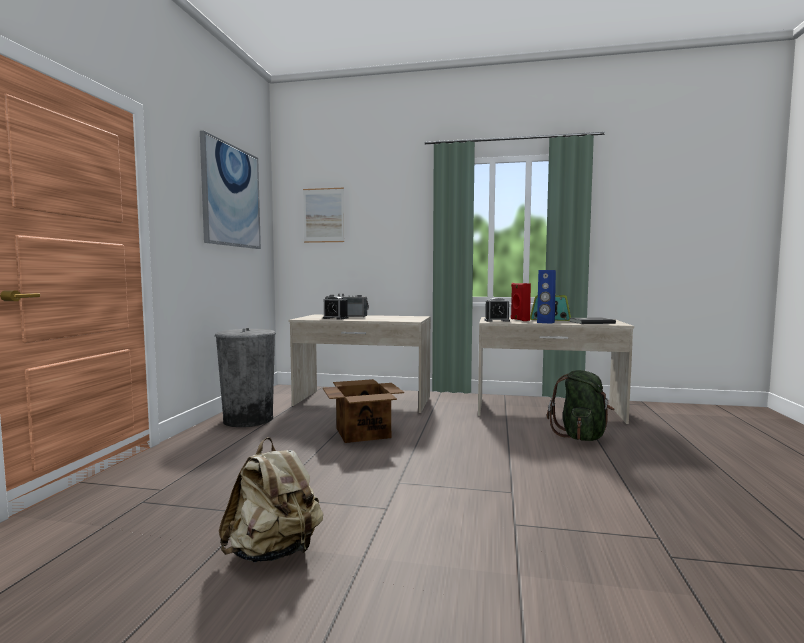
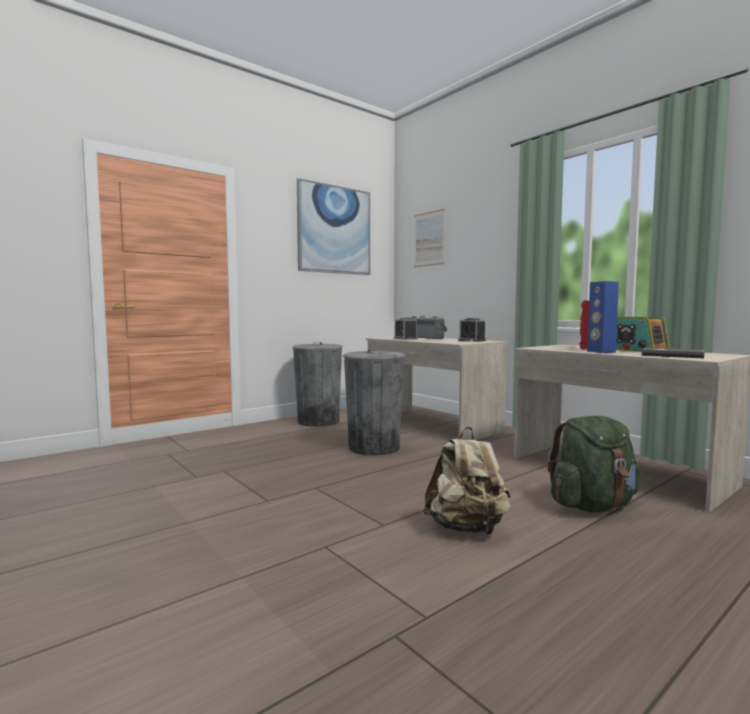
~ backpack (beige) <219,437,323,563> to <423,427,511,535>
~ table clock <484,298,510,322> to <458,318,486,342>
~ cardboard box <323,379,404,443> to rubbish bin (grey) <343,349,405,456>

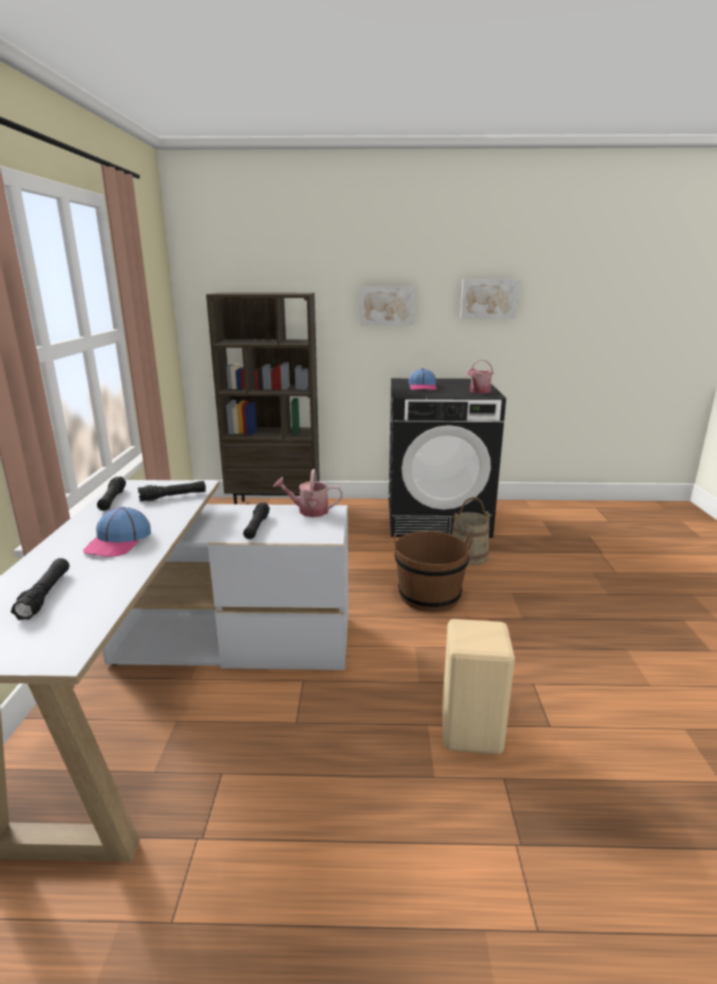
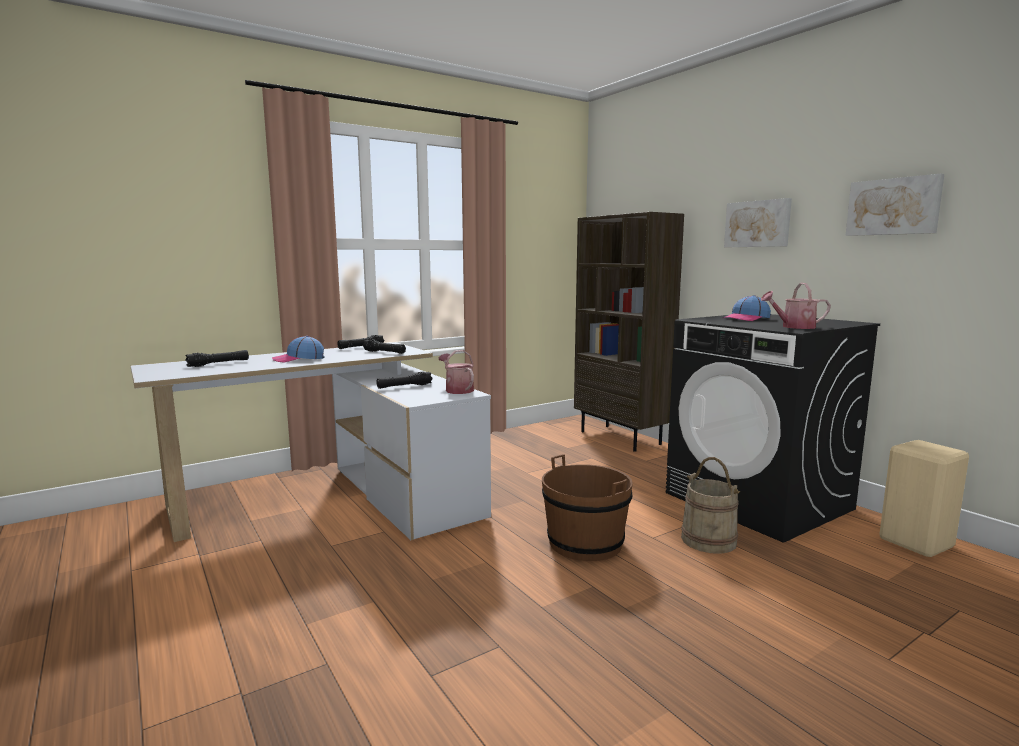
~ sitting stool (beige) <442,619,515,754> to <879,440,969,557>

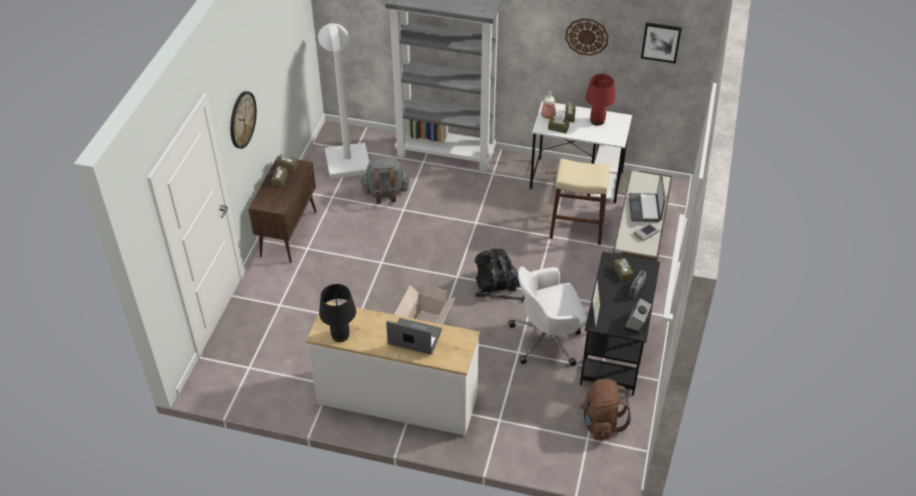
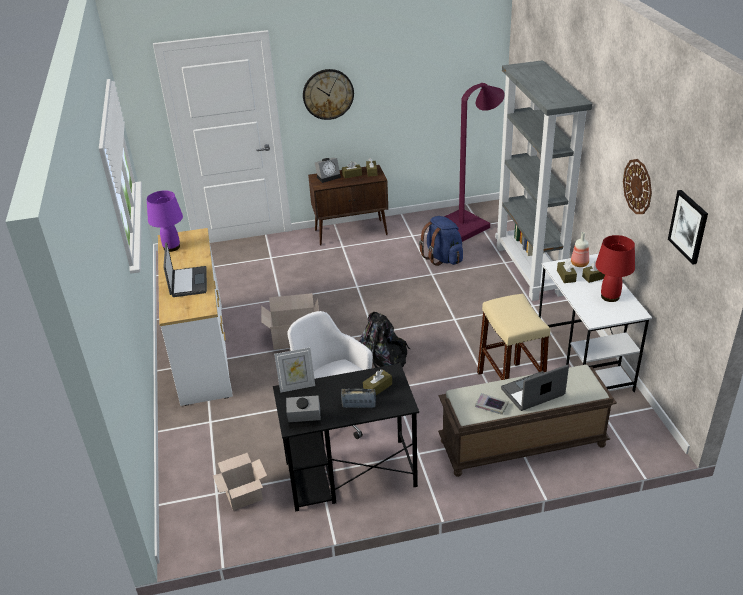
+ table clock <315,158,341,183>
~ backpack (brown-coloured) <580,379,631,440> to cardboard box <213,453,267,511>
~ floor lamp (white-coloured) <318,23,370,179> to floor lamp (purple-coloured) <444,83,505,242>
~ table lamp (black-coloured) <319,284,356,342> to table lamp (purple-coloured) <147,190,183,252>
~ backpack (grey) <360,157,409,204> to backpack (blue) <419,216,463,266>

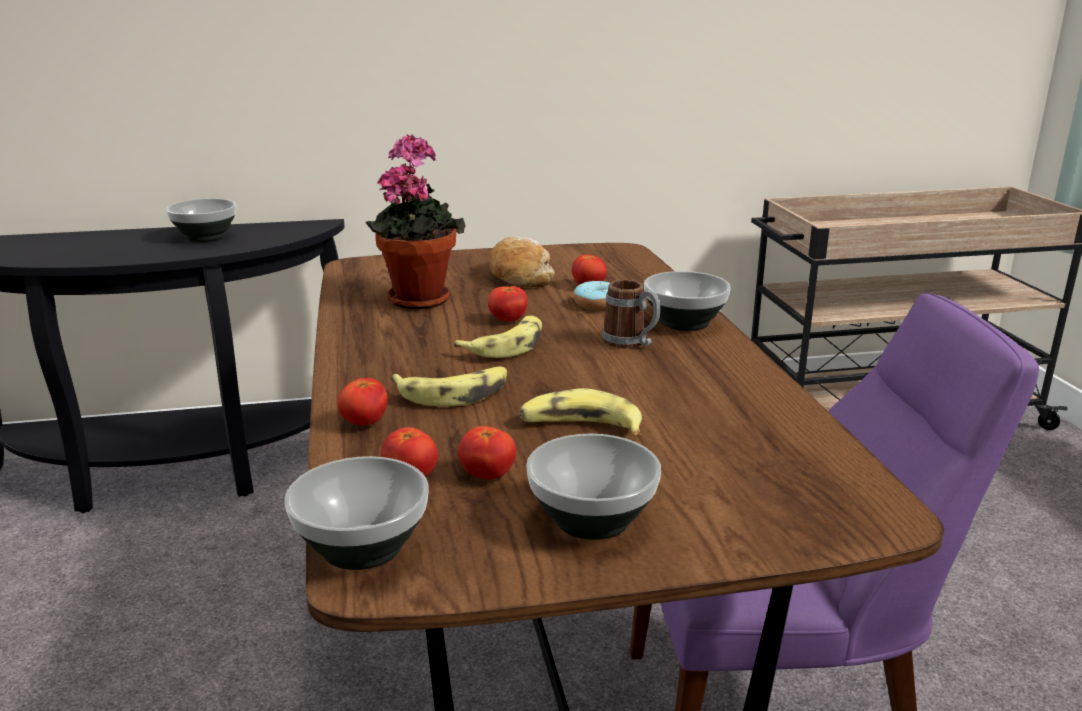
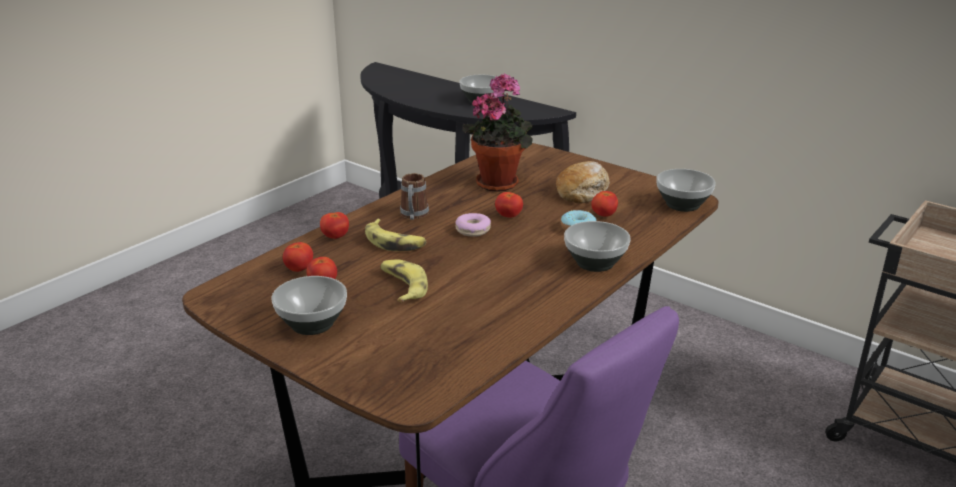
~ serving bowl <285,456,429,570> to <656,169,716,212>
~ coffee mug <602,280,661,349> to <400,173,429,220>
~ banana <454,316,542,358> to ring doughnut <455,213,491,237>

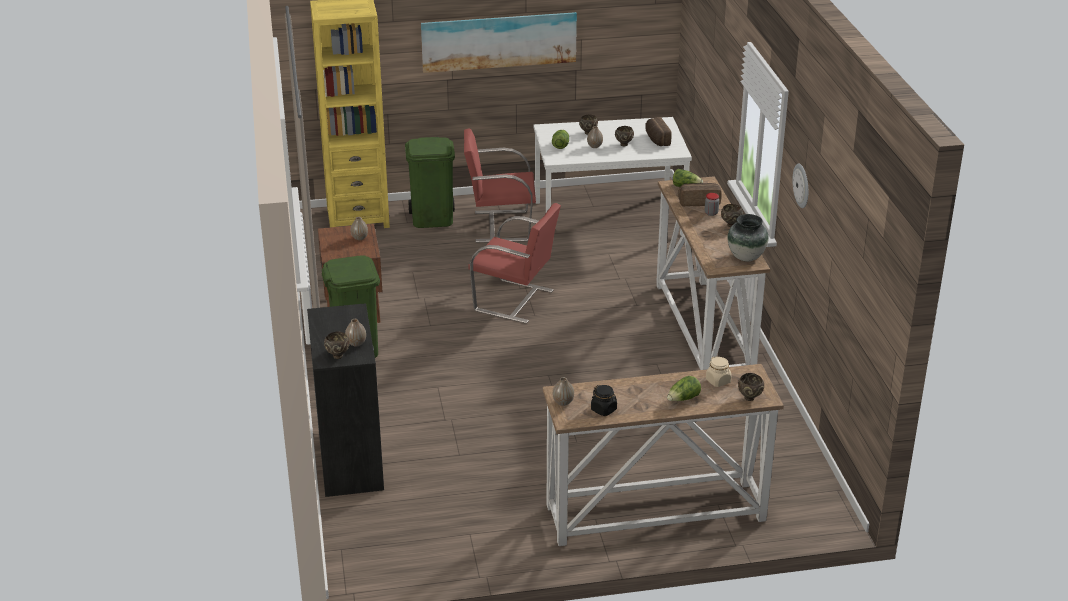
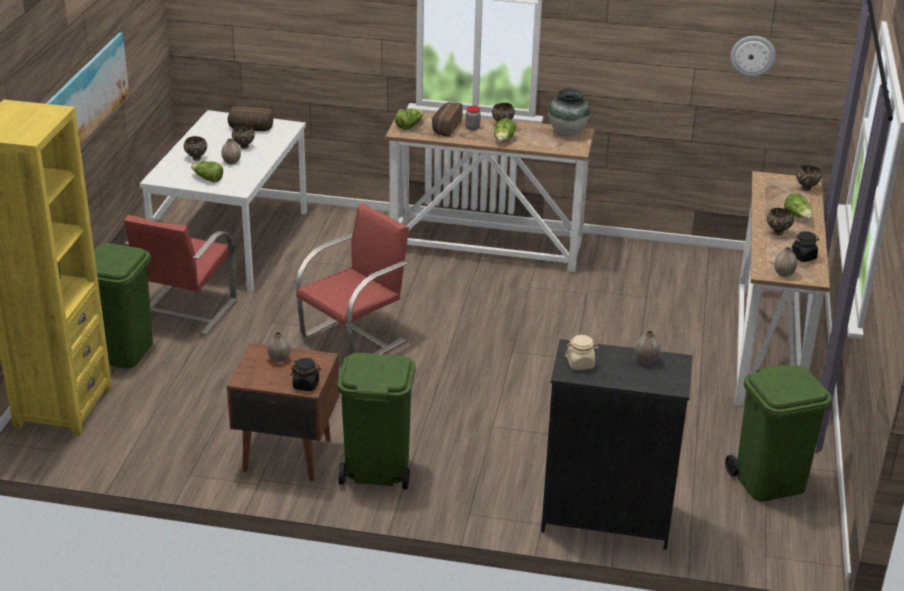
+ jar (black-coloured) <291,358,321,391>
+ head of lettuce <494,118,516,142>
+ rubbish bin (green) <725,364,832,502>
~ serving bowl (brown-coloured) <324,332,350,359> to <767,208,794,235>
~ jar (beige) <706,356,731,387> to <565,335,599,370>
~ hanging clock <792,164,808,208> to <730,36,776,77>

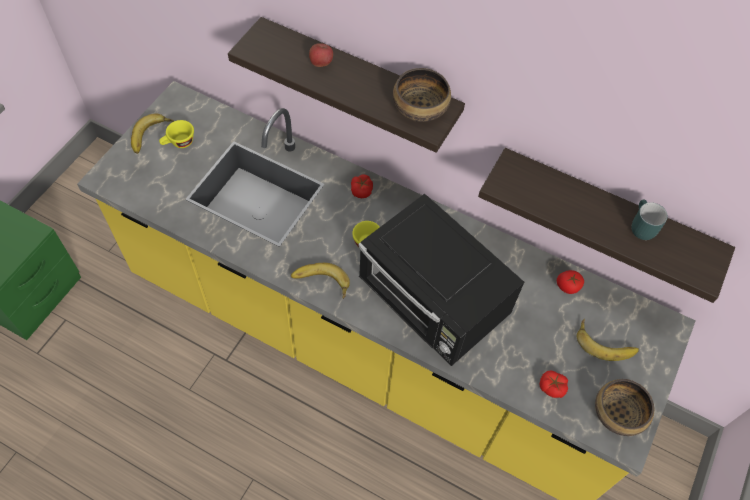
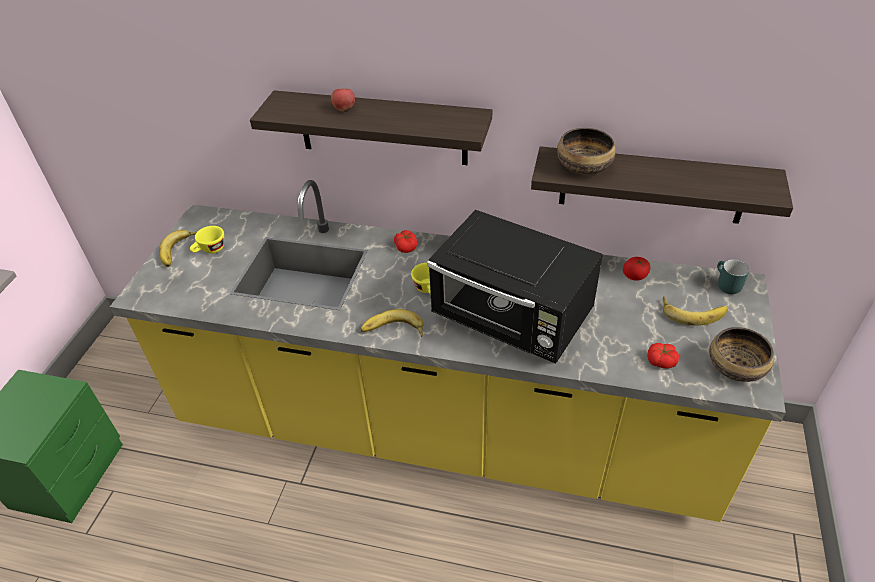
~ serving bowl <393,68,451,122> to <557,128,616,175>
~ coffee mug (turquoise) <632,200,668,240> to <717,259,750,294>

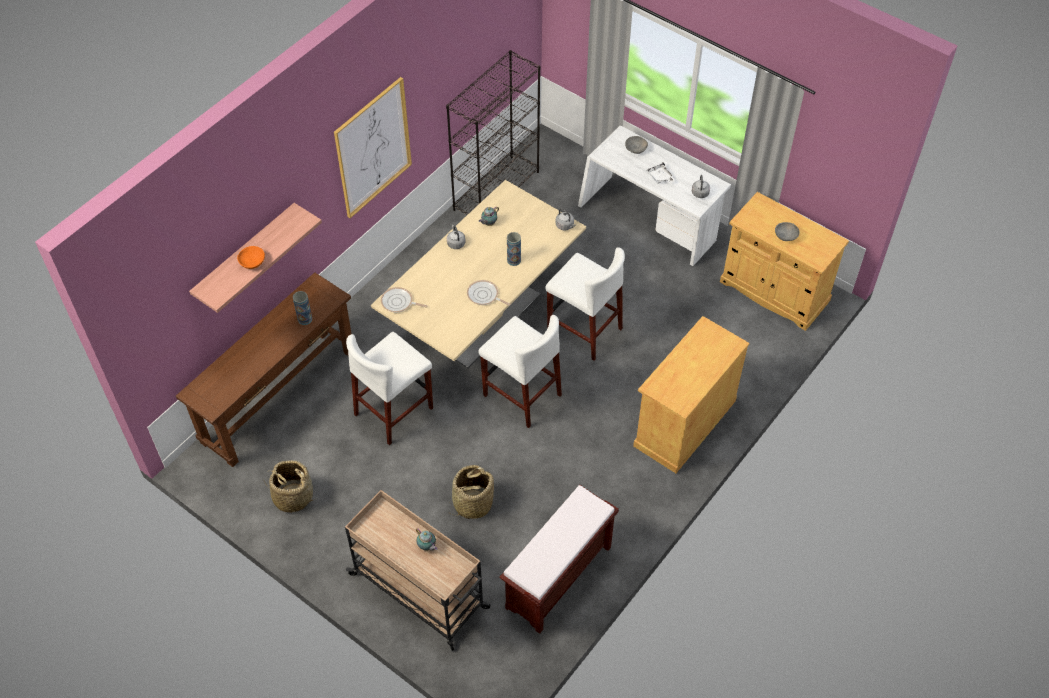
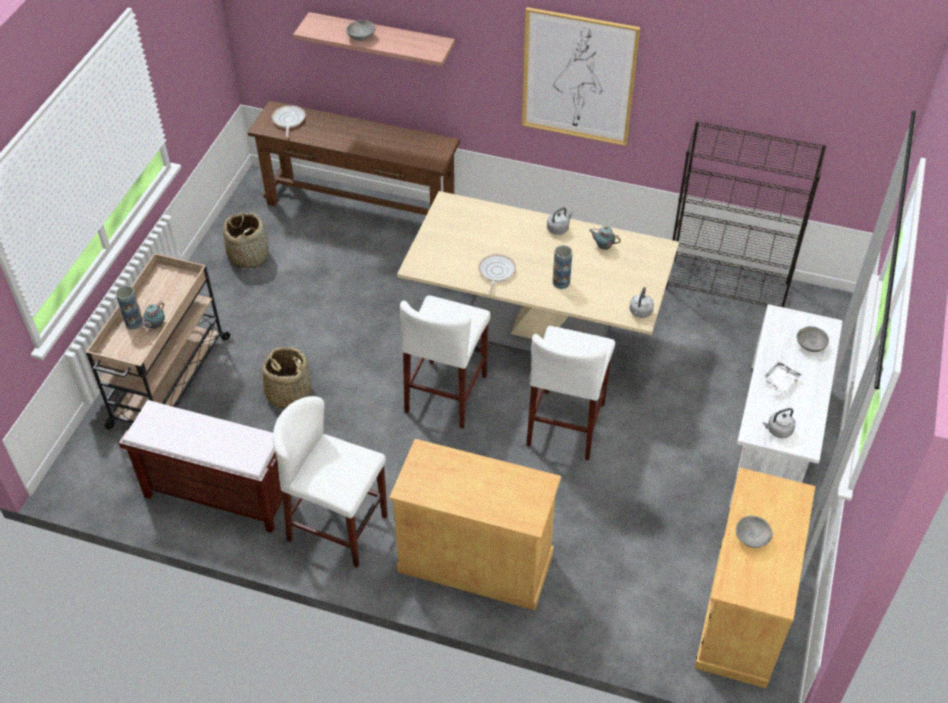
~ decorative vase <293,291,312,325> to <116,286,143,329>
~ sitting stool (white-coloured) <346,332,433,445> to <273,396,388,568>
~ frying pan <381,287,427,312> to <272,105,306,137>
~ serving bowl (orange-coloured) <237,246,265,269> to serving bowl (grey) <346,20,376,41>

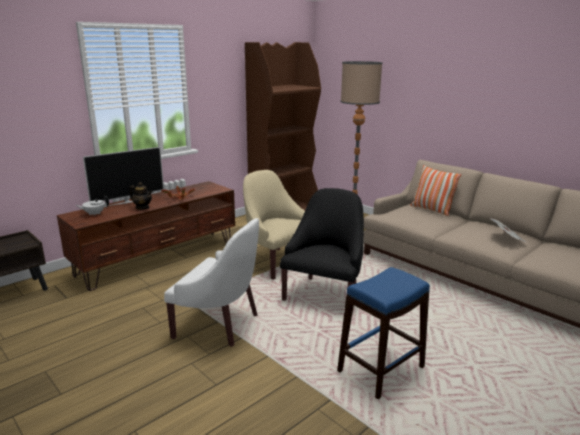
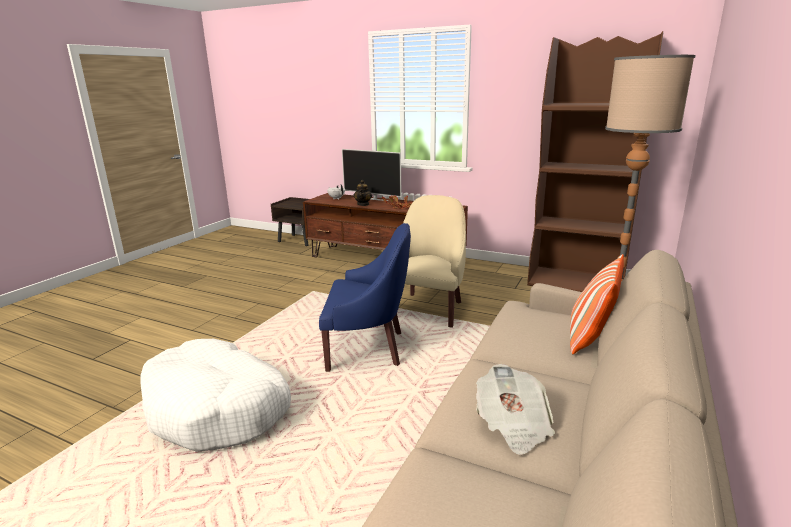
- easy chair (white-coloured) <164,218,259,347>
~ sitting stool (blue) <337,267,430,399> to pet bed (white-coloured) <140,339,291,452>
~ easy chair (black-coloured) <280,188,364,301> to easy chair (blue) <319,223,411,372>

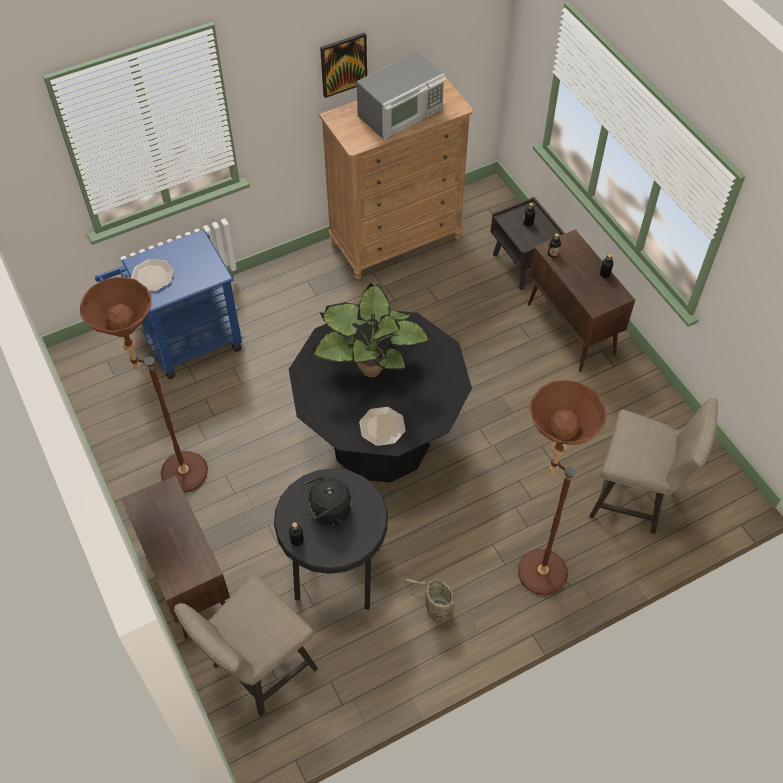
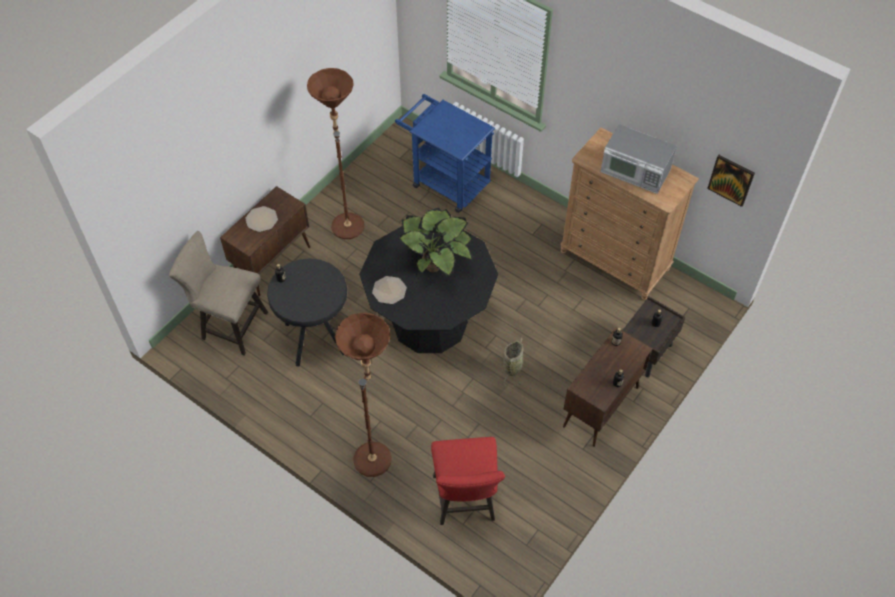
- water kettle (black-coloured) <301,476,351,526>
~ flat dish <131,259,174,291> to <245,206,278,232>
~ picture <320,32,367,98> to <707,155,755,207>
~ basket <403,578,473,632> to <503,338,523,386>
~ sitting stool (beige) <589,398,718,534> to sitting stool (red) <431,437,505,525>

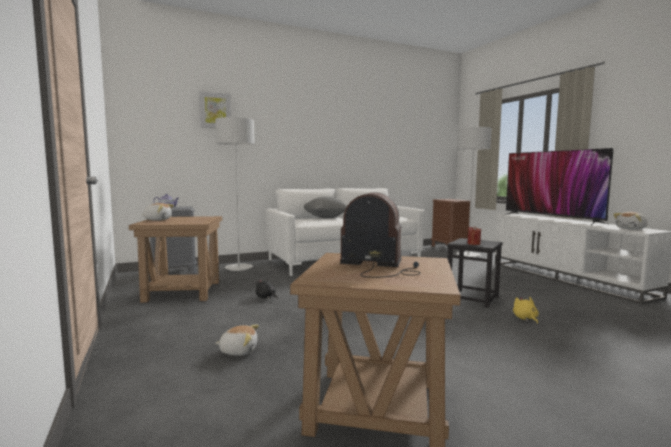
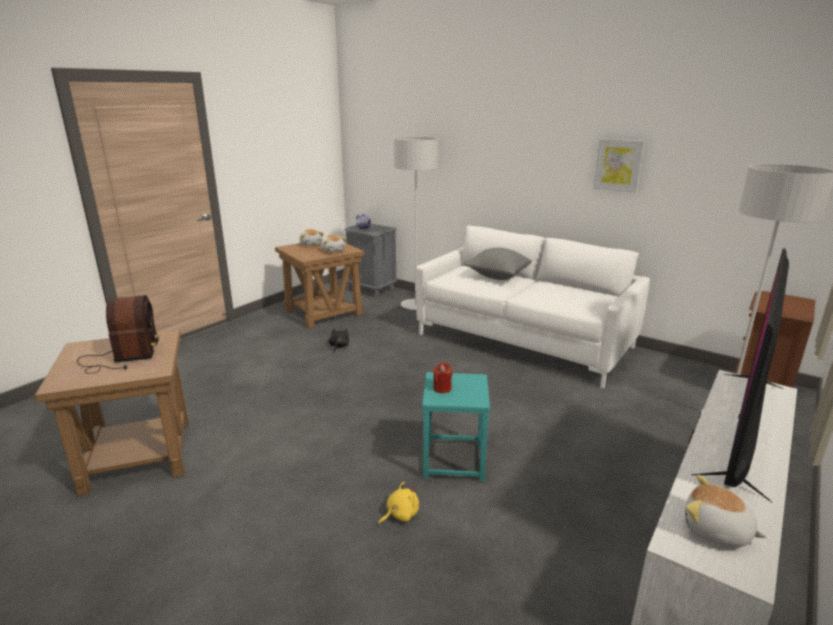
~ picture <199,91,231,128> to <593,139,645,193>
~ cuddly toy <215,324,259,356> to <321,235,347,252>
~ sitting stool (black-coloured) <447,238,503,308> to sitting stool (turquoise) <422,372,490,482>

